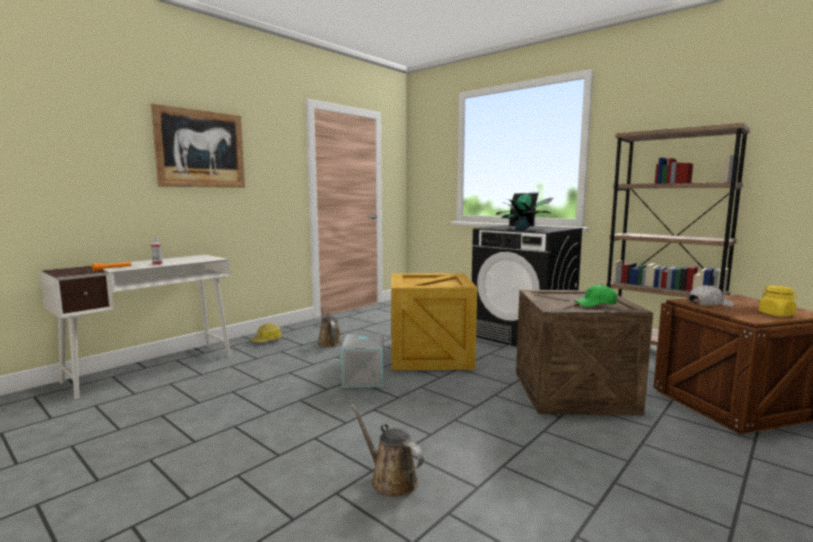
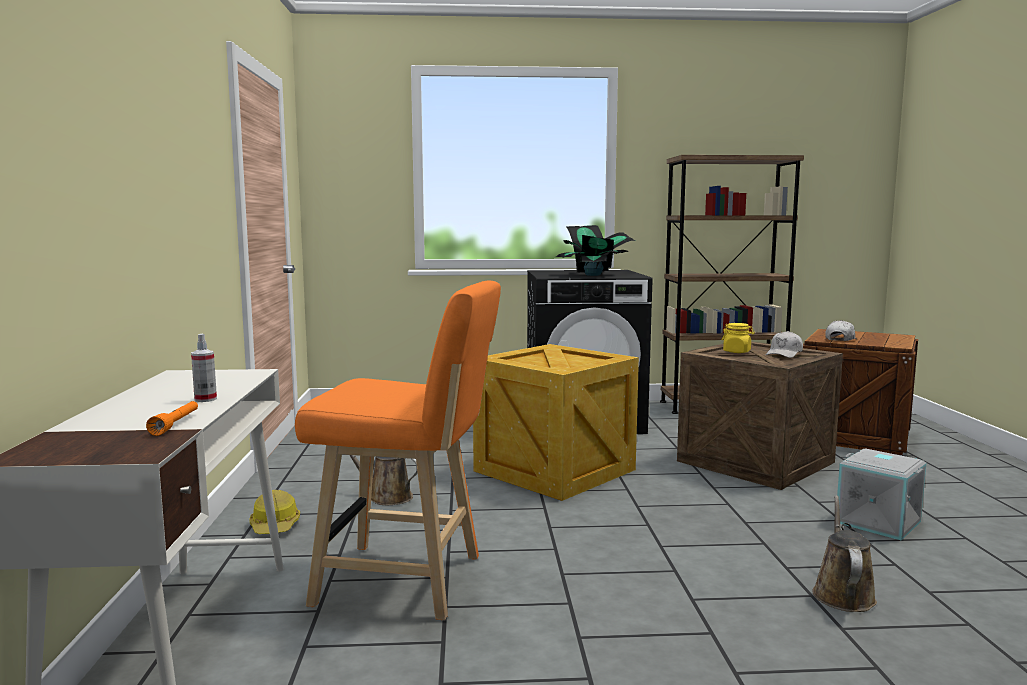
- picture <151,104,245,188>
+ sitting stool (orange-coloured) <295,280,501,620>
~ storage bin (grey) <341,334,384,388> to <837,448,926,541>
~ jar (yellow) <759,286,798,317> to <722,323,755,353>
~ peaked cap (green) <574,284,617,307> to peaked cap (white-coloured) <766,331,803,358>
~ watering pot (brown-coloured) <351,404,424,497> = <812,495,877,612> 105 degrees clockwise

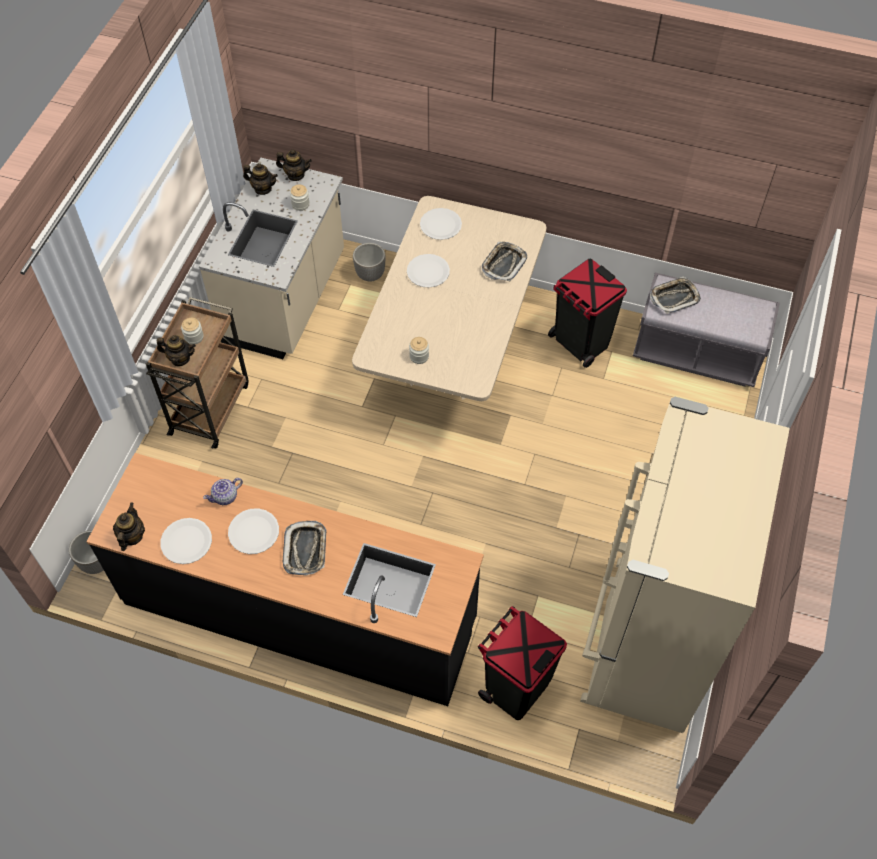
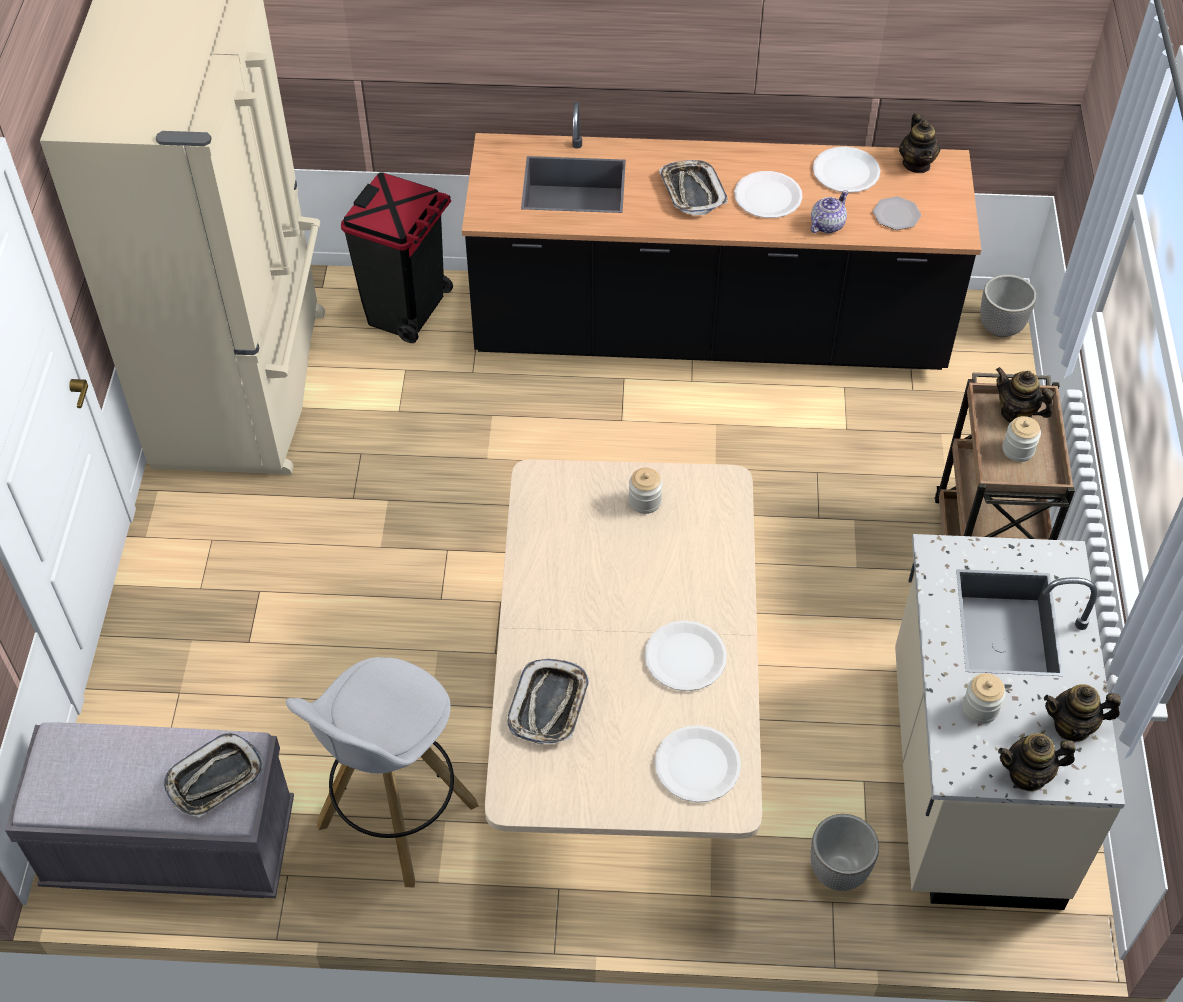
+ flat dish <873,196,921,230>
~ rubbish bin (black-coloured) <548,259,627,368> to sitting stool (white-coloured) <285,657,479,887>
~ teapot <157,335,196,366> = <996,367,1054,423> 45 degrees clockwise

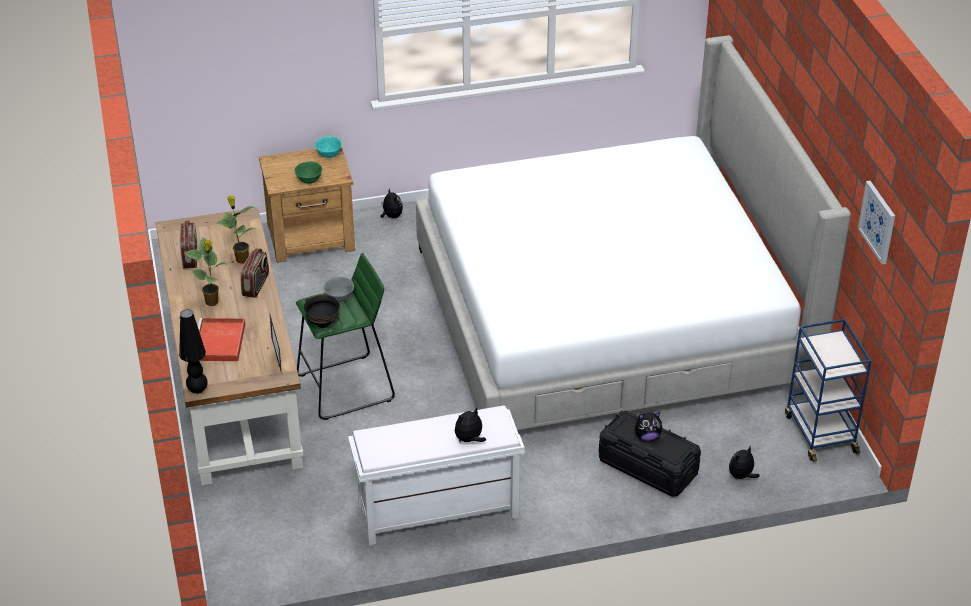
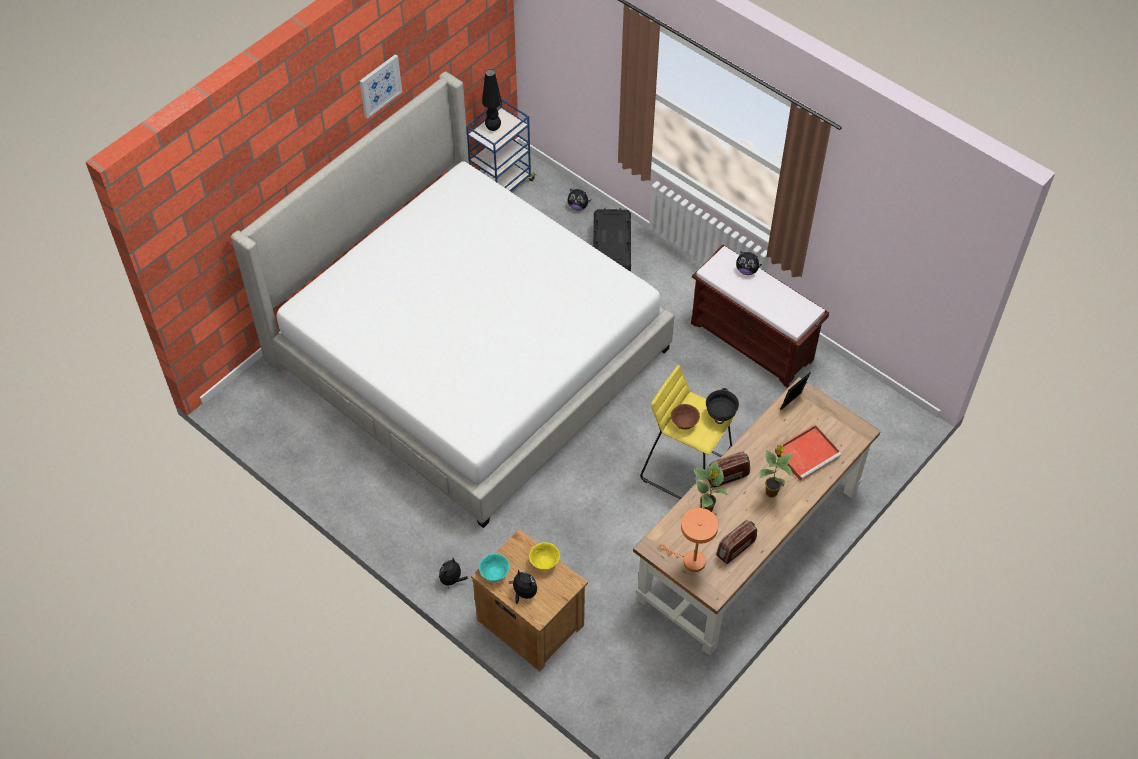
+ table lamp (orange-coloured) <659,508,718,572>
~ table lamp (black-coloured) <179,309,208,394> to <482,69,502,131>
~ cuddly toy <635,412,662,441> to <509,569,537,604>
~ picture <858,181,895,264> to <360,54,402,119>
~ serving bowl (green) <294,161,322,184> to serving bowl (yellow) <529,542,560,570>
~ sitting stool (green) <296,253,395,420> to sitting stool (yellow) <640,365,736,499>
~ serving bowl (grey) <323,277,354,302> to serving bowl (brown-coloured) <671,404,700,430>
~ long seat (white-coloured) <348,405,525,545> to long seat (brown-coloured) <691,245,829,388>

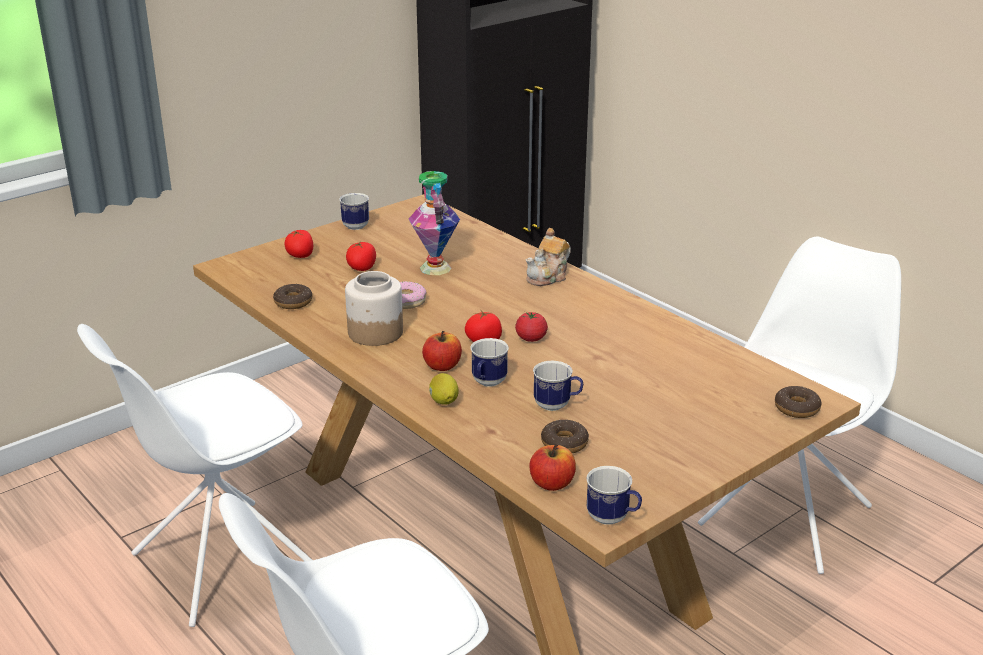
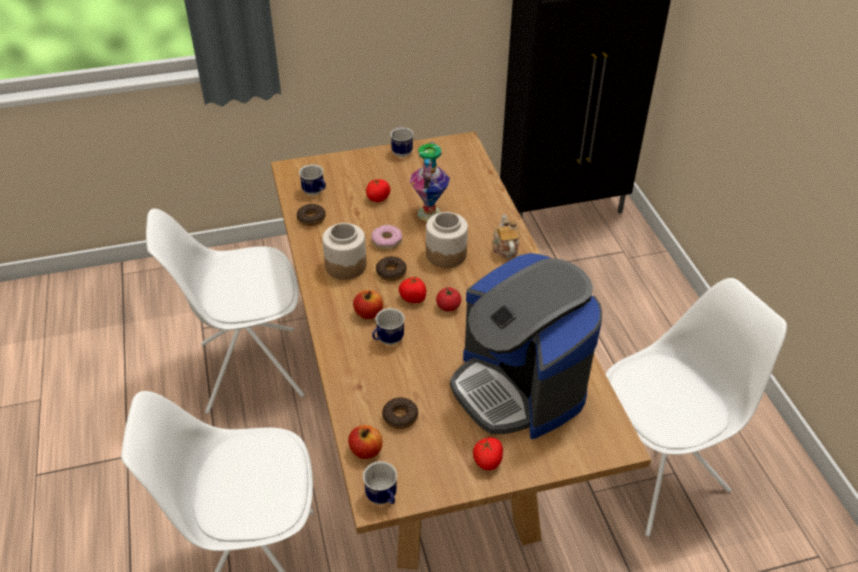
- citrus fruit <429,373,459,405>
+ jar <426,212,468,268>
+ coffee machine <450,253,602,439>
~ whole tomato <284,230,313,258> to <473,437,503,470>
~ coffee mug <533,360,583,411> to <299,164,326,196>
~ ring doughnut <775,386,822,418> to <376,256,407,281>
~ teapot <526,228,571,286> = <492,214,520,258> 105 degrees clockwise

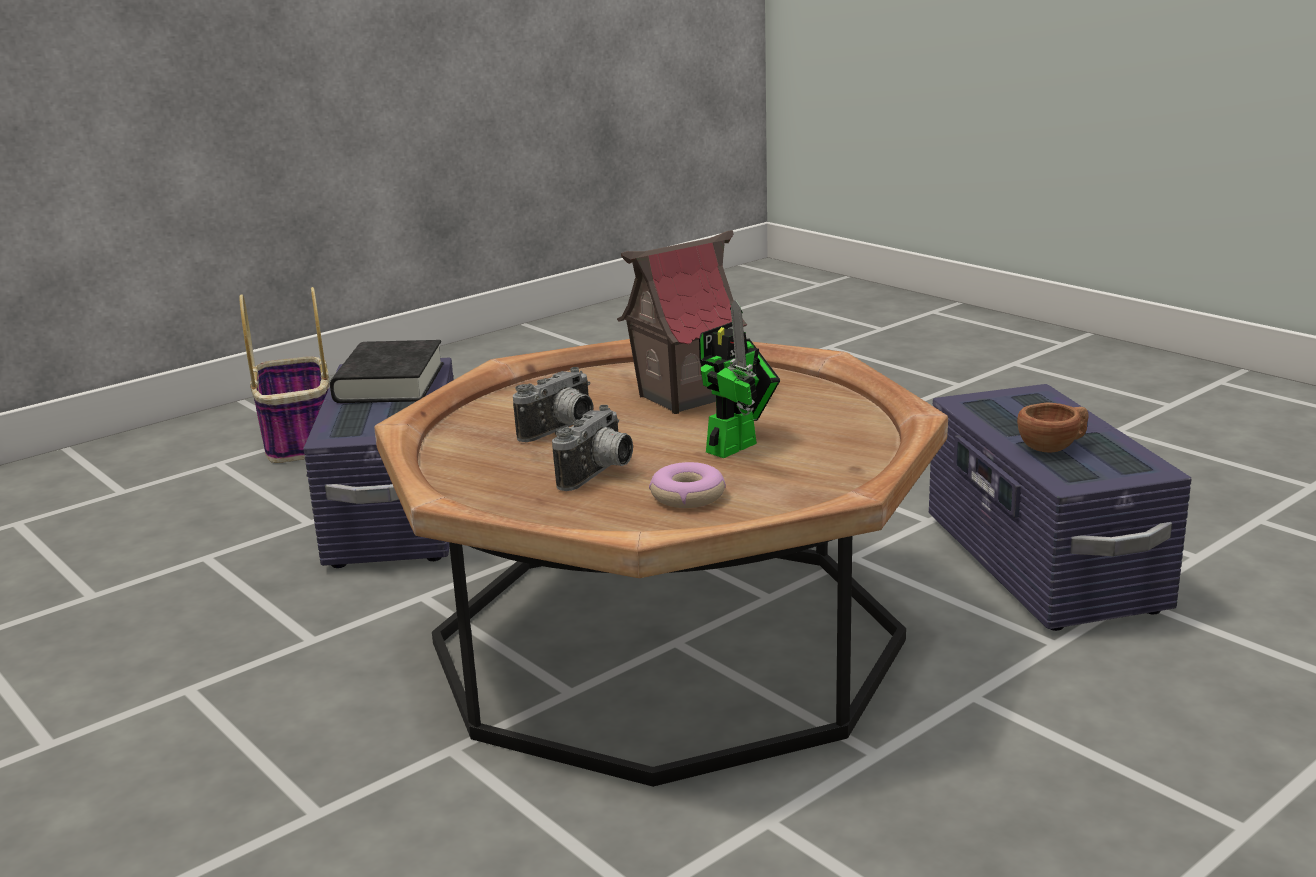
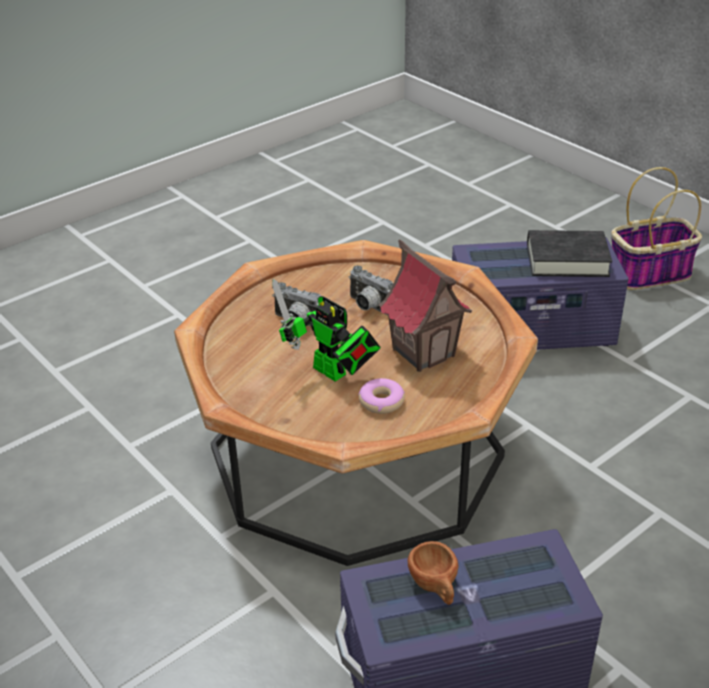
~ ring doughnut <649,462,726,508> to <358,378,405,414>

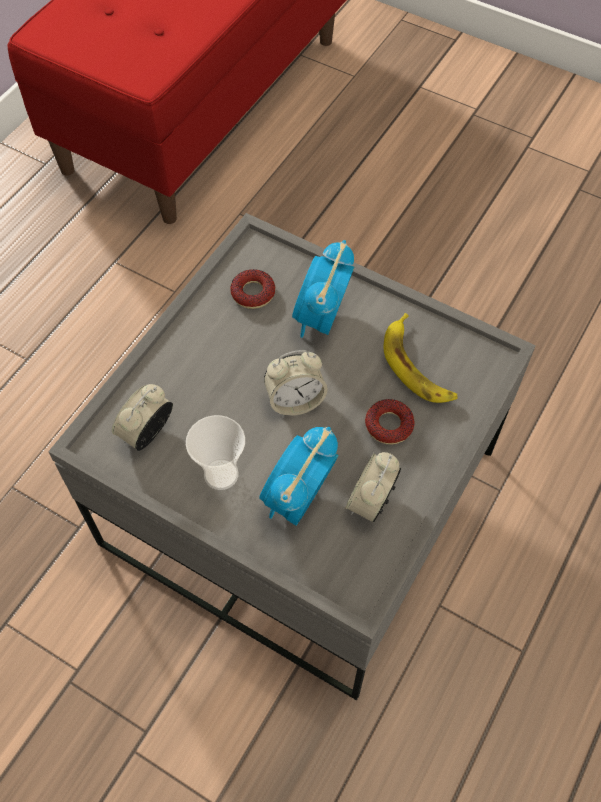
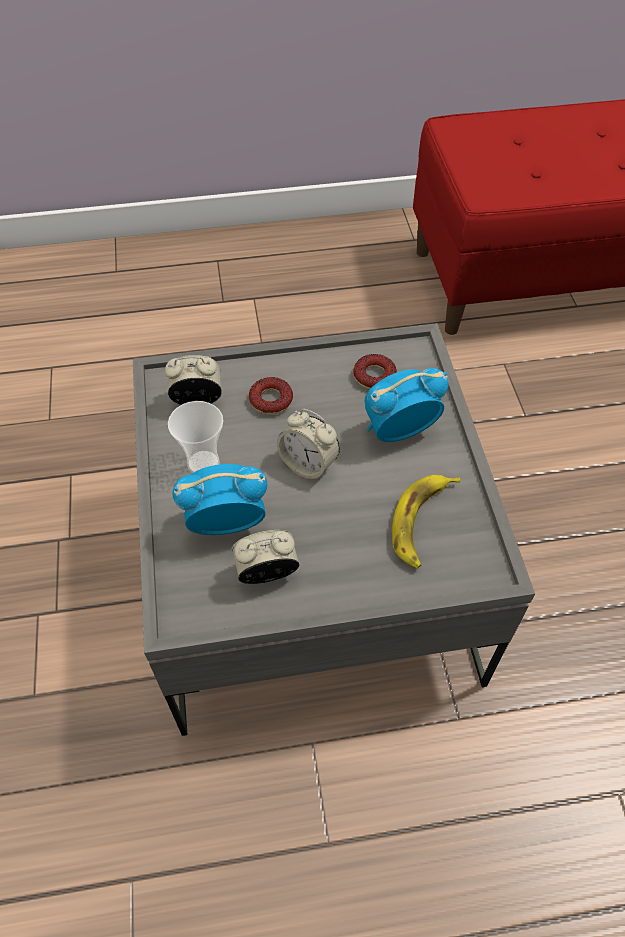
~ ring doughnut <365,399,414,444> to <249,377,293,415>

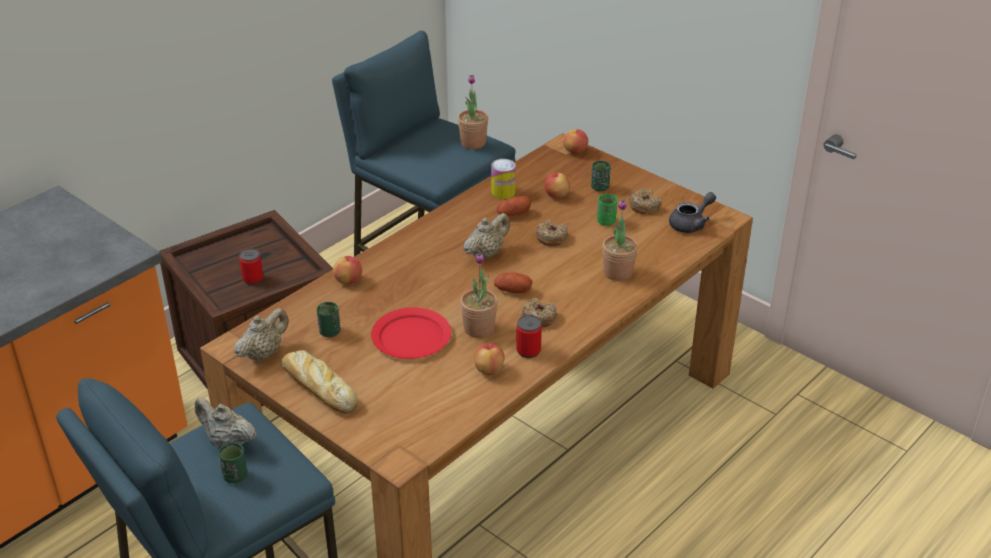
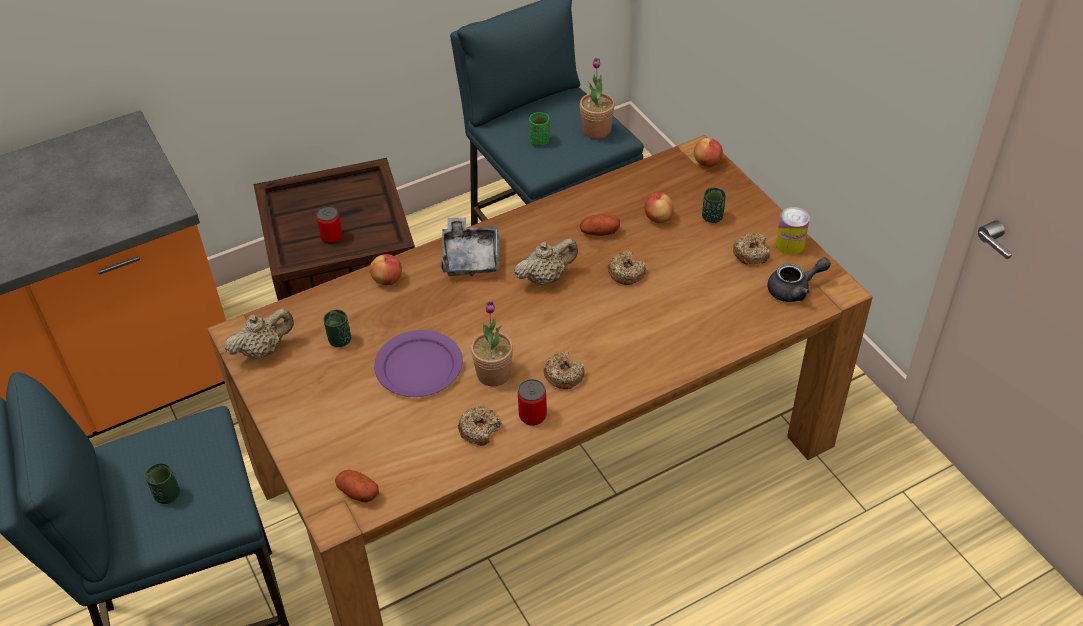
- teapot (beige) <195,397,256,448>
- baked bread <281,350,358,413>
- plant in a pot <602,199,638,281>
+ carrying tray (grey) <441,217,500,276>
~ metal can <491,159,516,199> to <776,207,810,255>
~ spud <494,273,532,293> to <335,470,379,503>
~ small cup (green) <597,194,617,226> to <529,112,550,146>
~ apple fruit <474,343,505,375> to ring doughnut <458,406,502,446>
~ flat dish (red) <371,307,451,359> to flat dish (purple-coloured) <374,330,463,397>

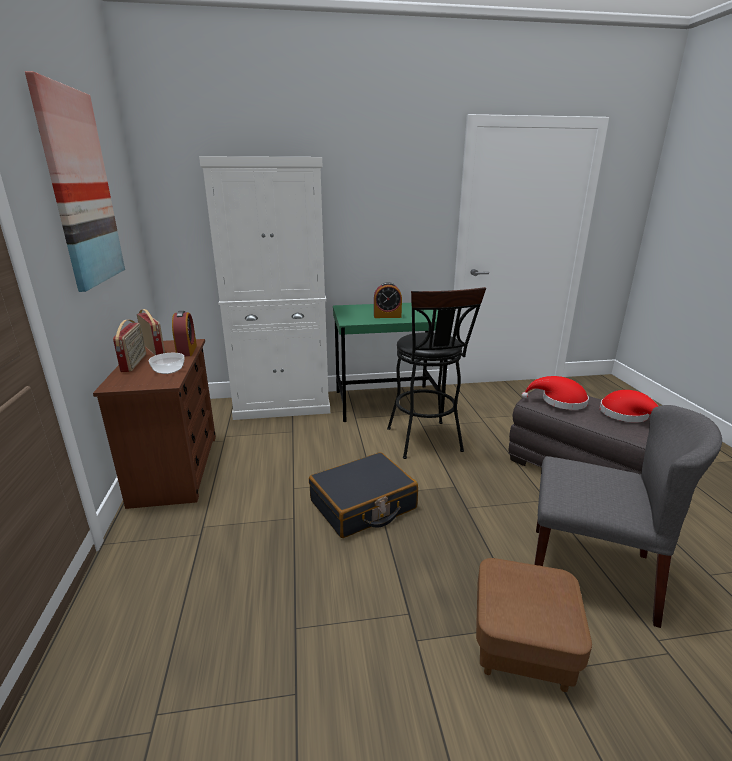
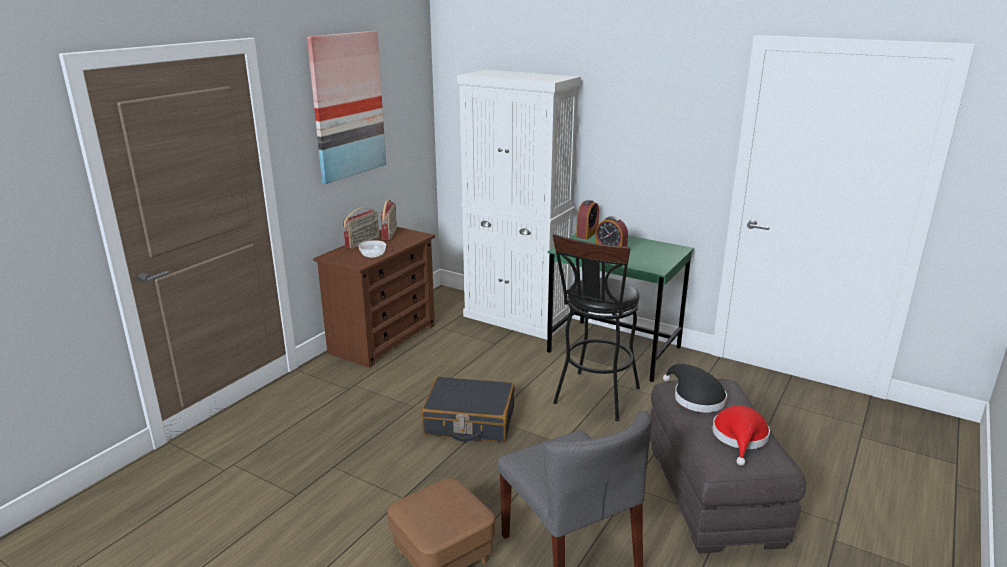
~ table clock <172,311,197,356> to <576,200,599,239>
~ hat (red) <522,376,589,410> to hat (black-coloured) <663,364,727,413>

